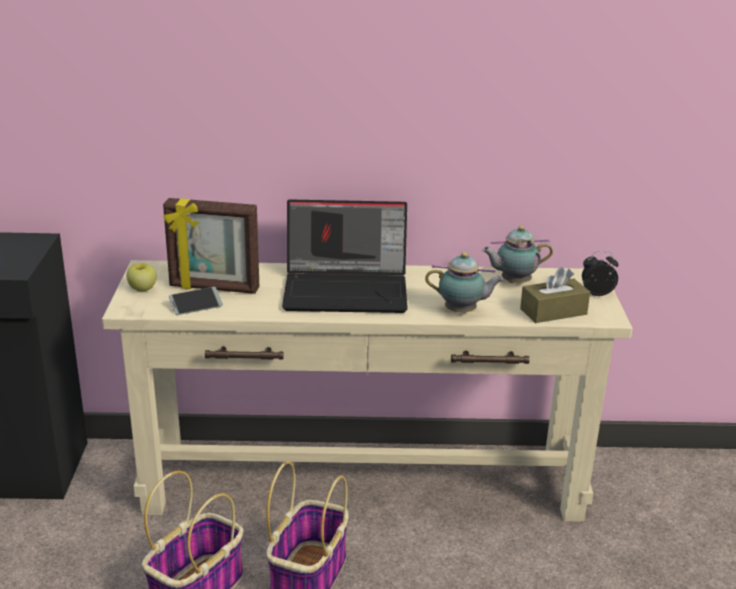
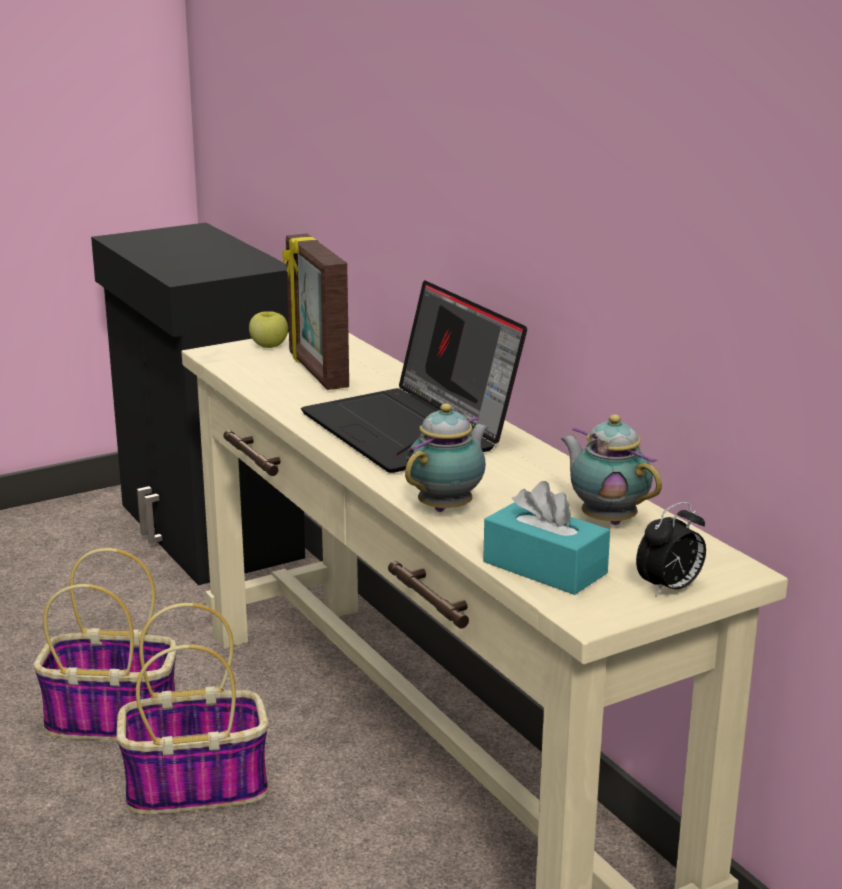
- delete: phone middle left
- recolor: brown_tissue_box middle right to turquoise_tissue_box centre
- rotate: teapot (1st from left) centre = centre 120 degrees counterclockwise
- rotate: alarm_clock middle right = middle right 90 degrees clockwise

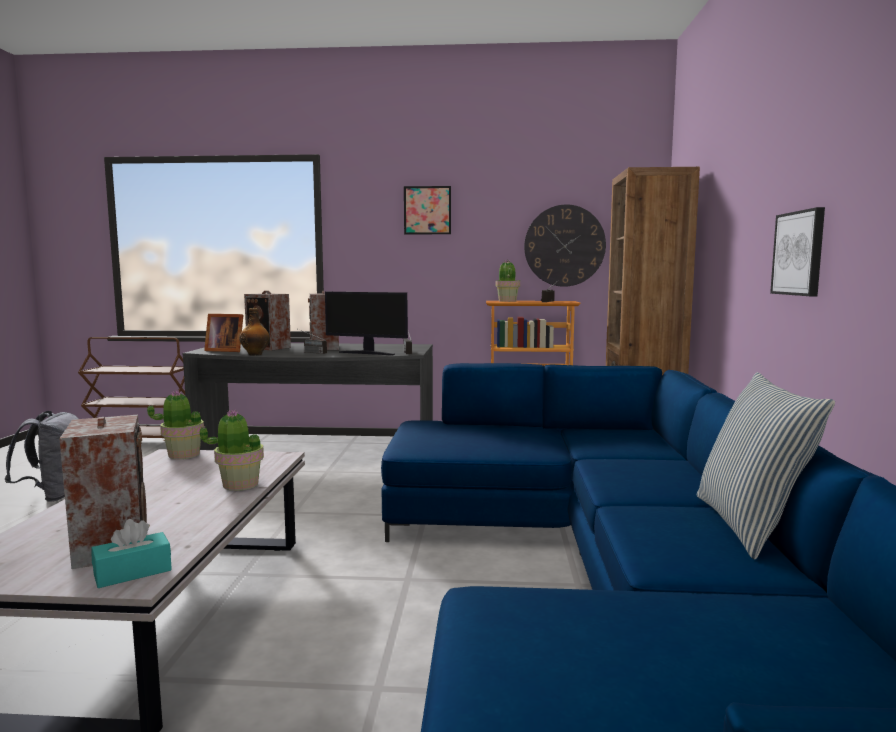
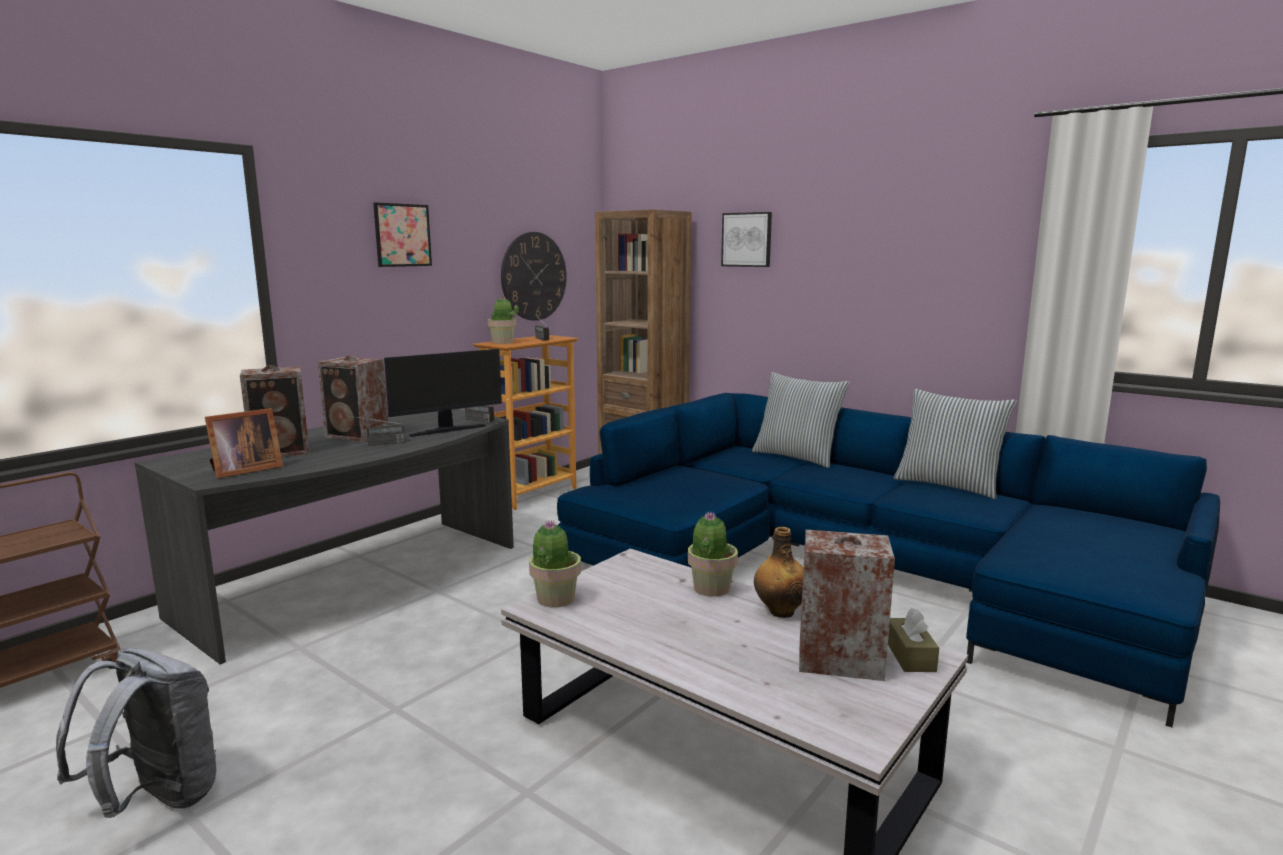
- insert: pillow (1st from left) centre
- move: bottle middle left to bottom centre
- move: picture (2nd from left) middle right to top centre
- recolor: turquoise_tissue_box bottom left to brown_tissue_box bottom right

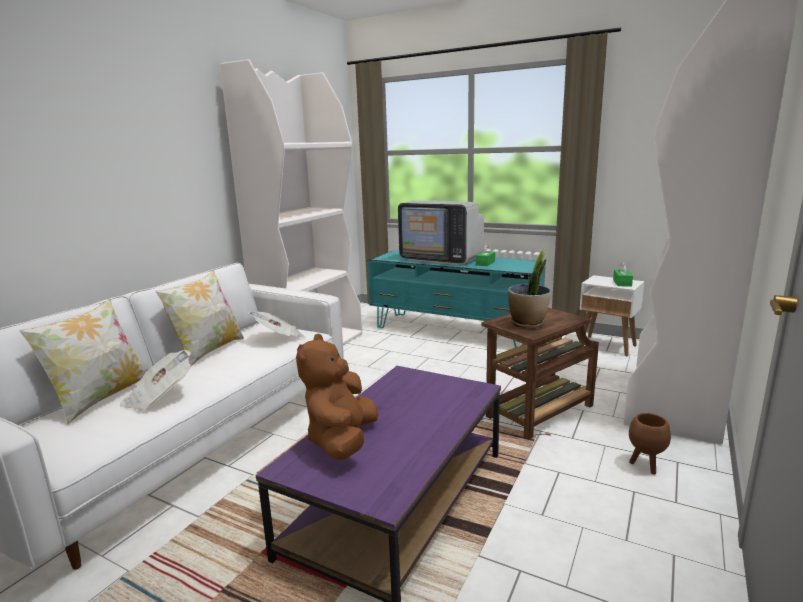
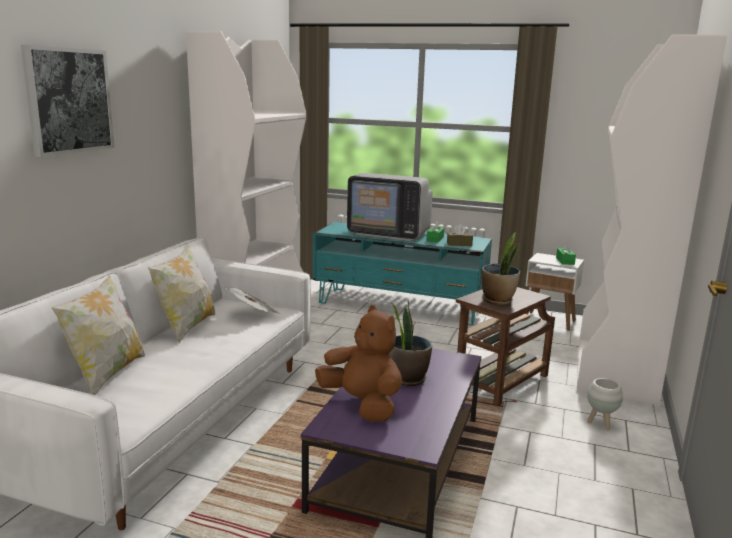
- delete: newspaper (1st from left) middle left
- insert: picture top left
- insert: potted_plant (1st from left) centre
- insert: brown_tissue_box centre
- recolor: brown_planter bottom right to white_planter bottom right
- rotate: brown_plush_toy centre = bottom centre 135 degrees clockwise

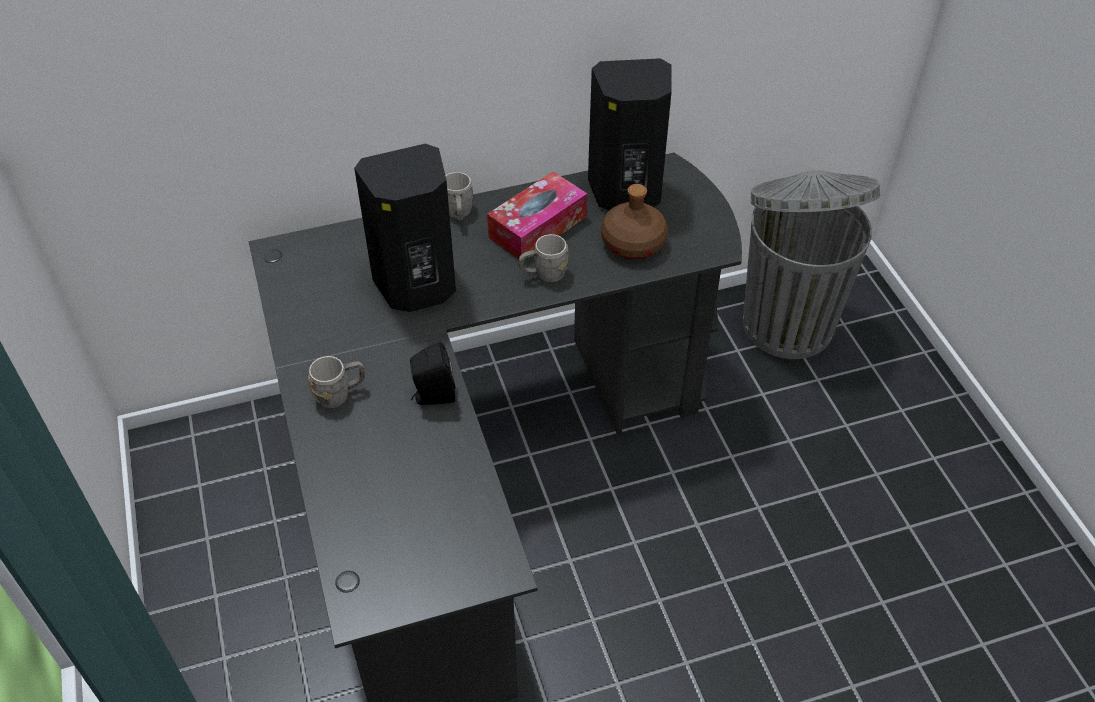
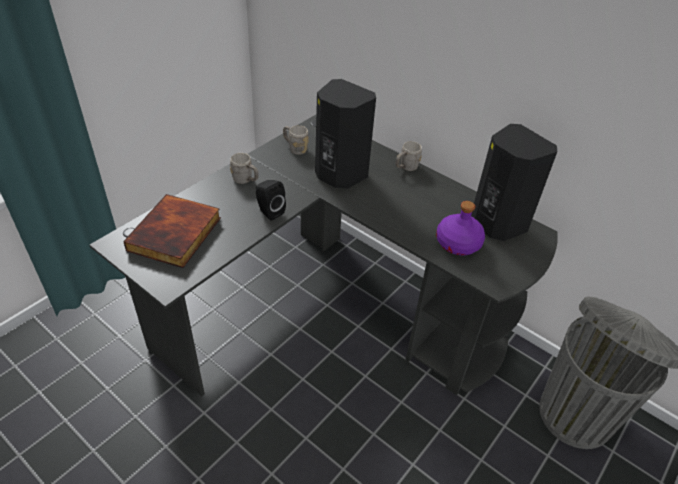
- delete: tissue_box top centre
- insert: book middle left
- move: grey_mug (3rd from left in the first image) centre to grey_mug (2nd from left) top centre
- recolor: brown_bottle top centre to purple_bottle middle right

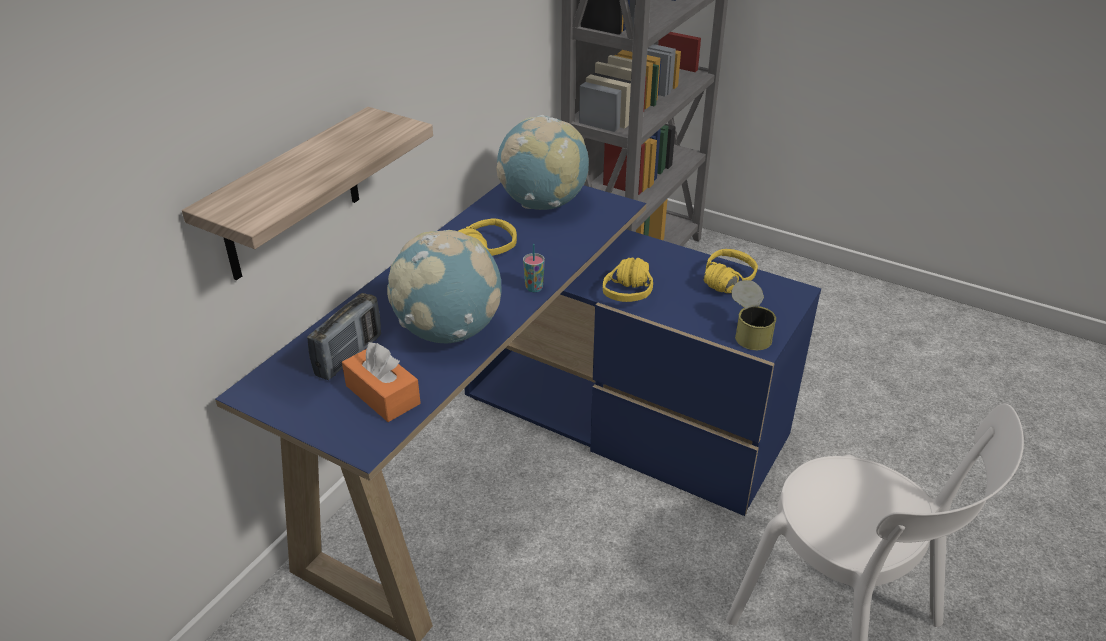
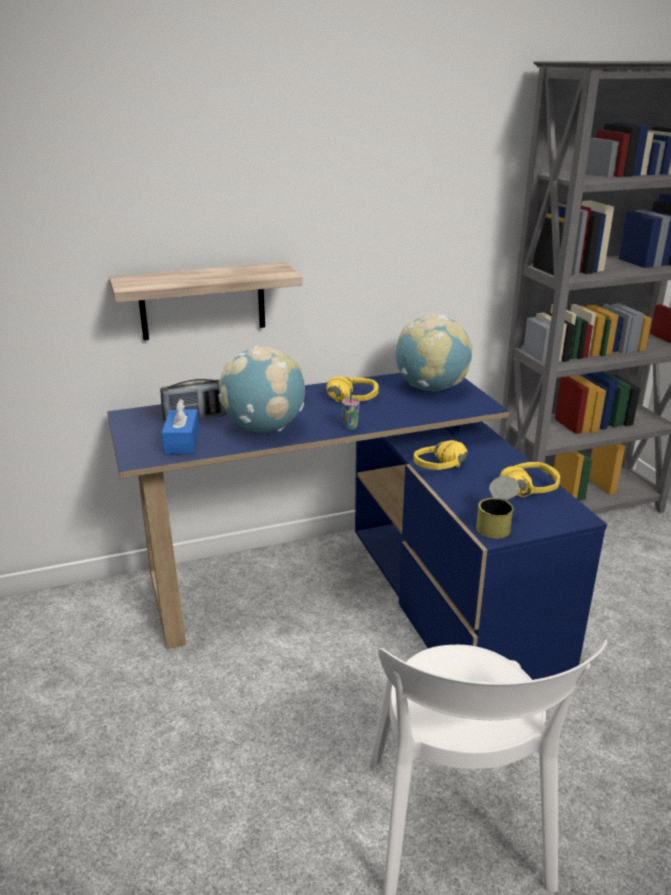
- recolor: orange_tissue_box centre to blue_tissue_box middle left

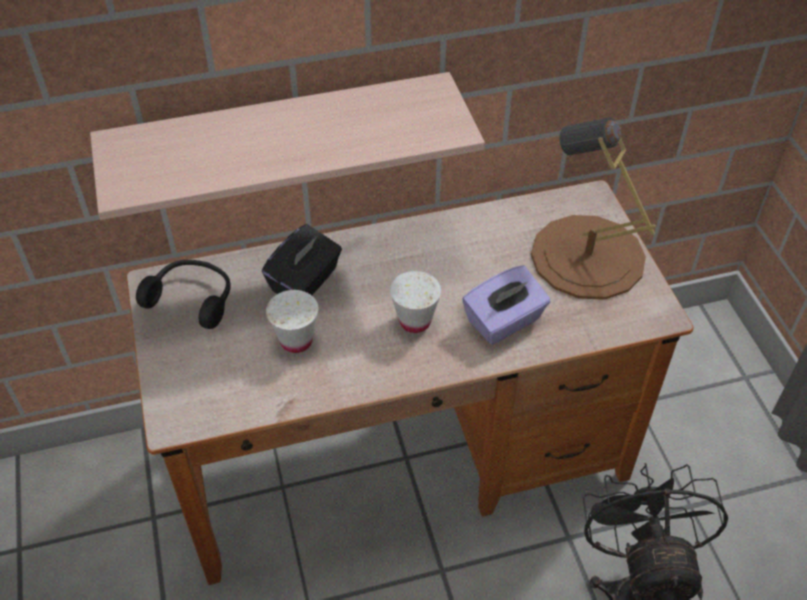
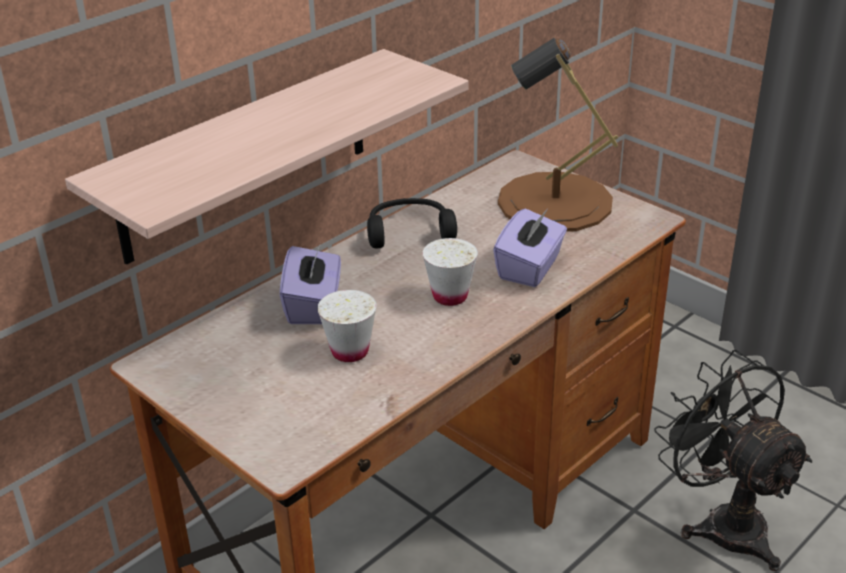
- move: black_headphones middle left to centre
- recolor: black_tissue_box centre to purple_tissue_box (1st from left) centre

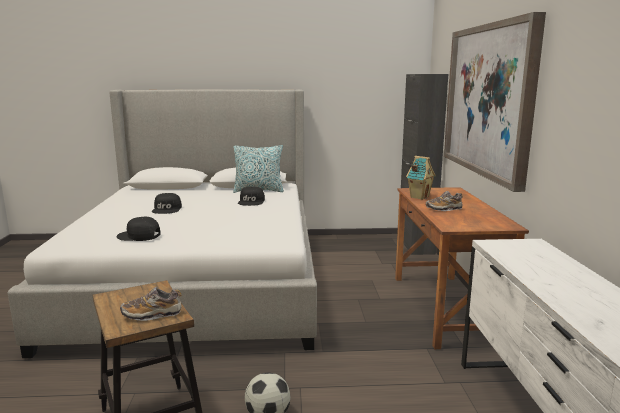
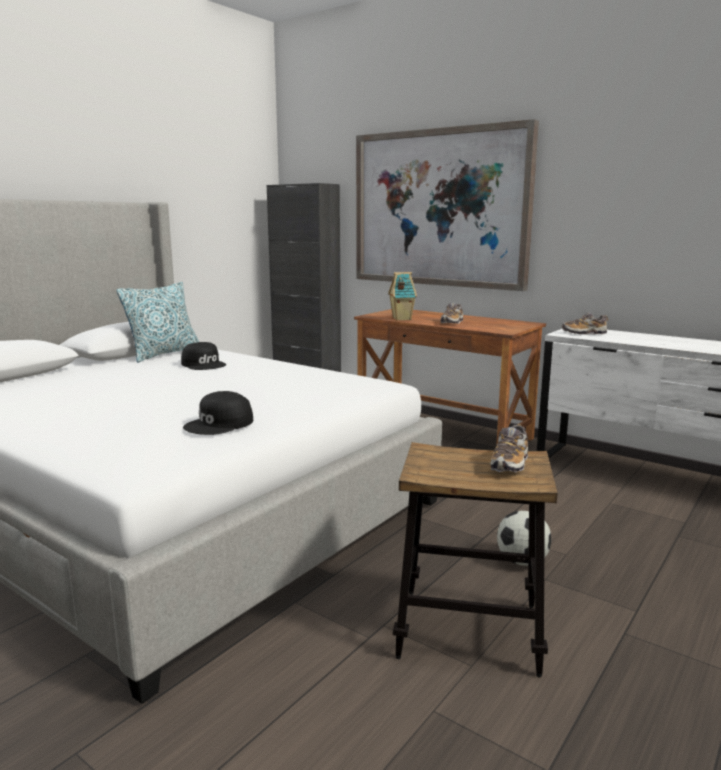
- delete: black_cap (2nd from left) middle left
- insert: shoe (3rd from left) middle right

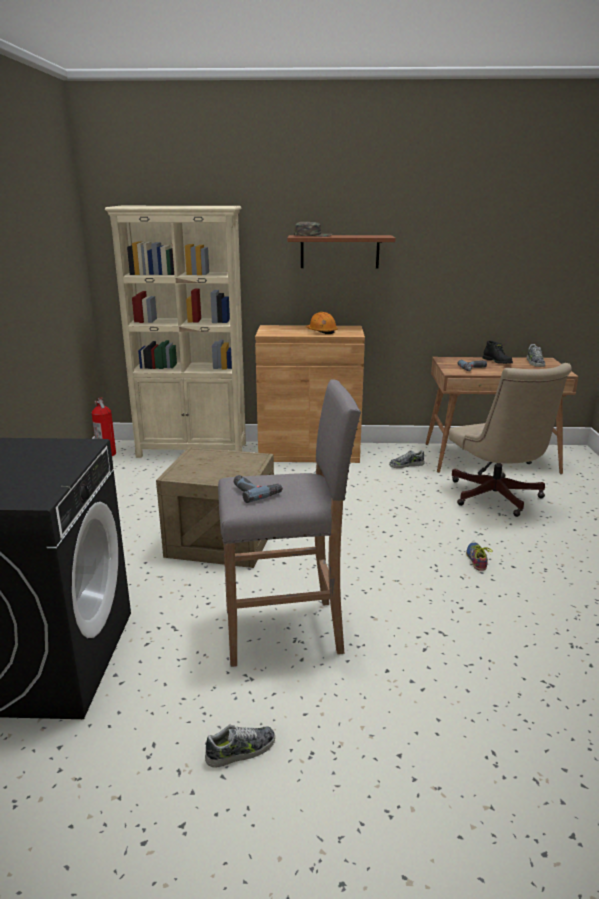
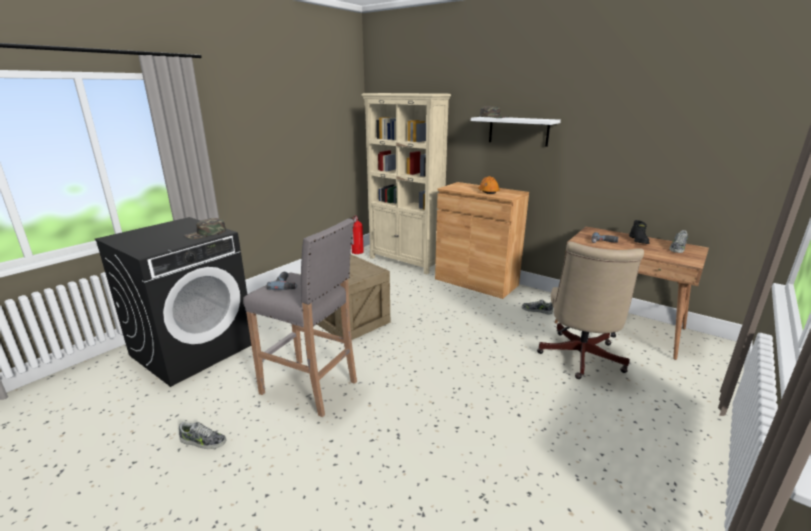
- delete: shoe (3rd from left) middle right
- insert: green_cap (1st from left) middle left
- recolor: brown_shelf top centre to white_shelf top centre

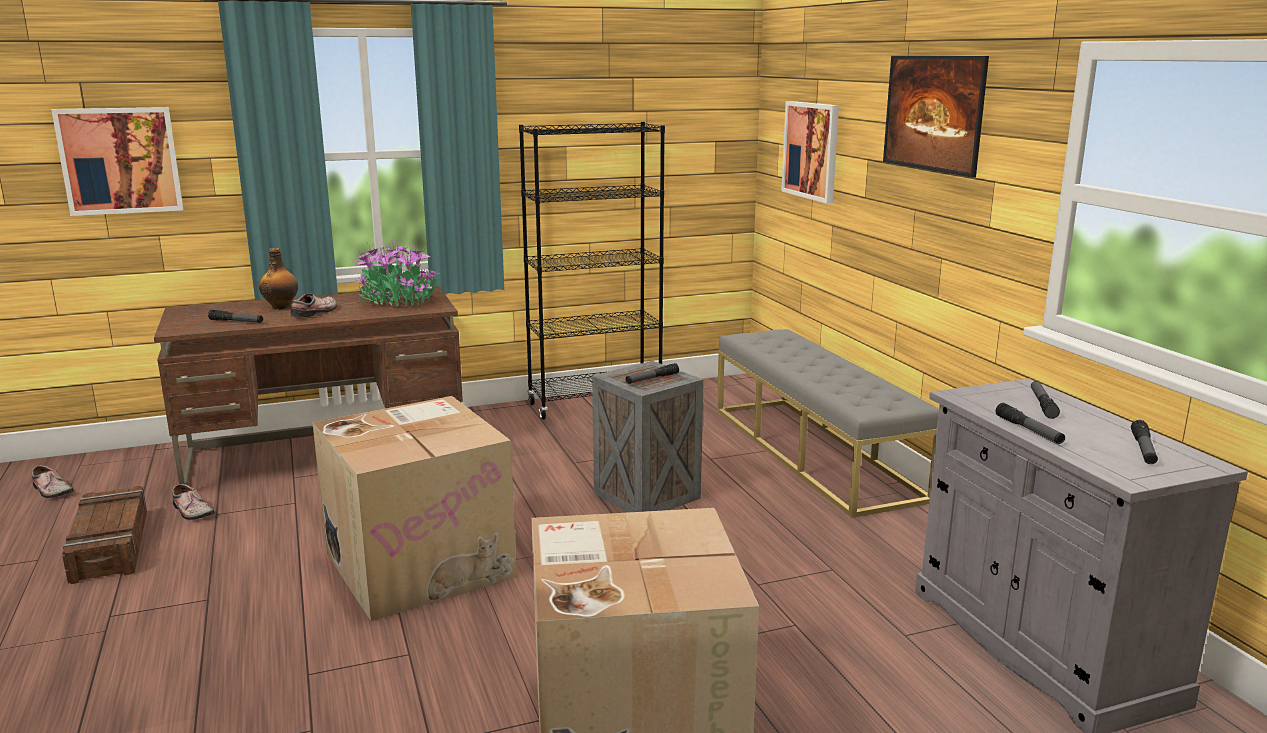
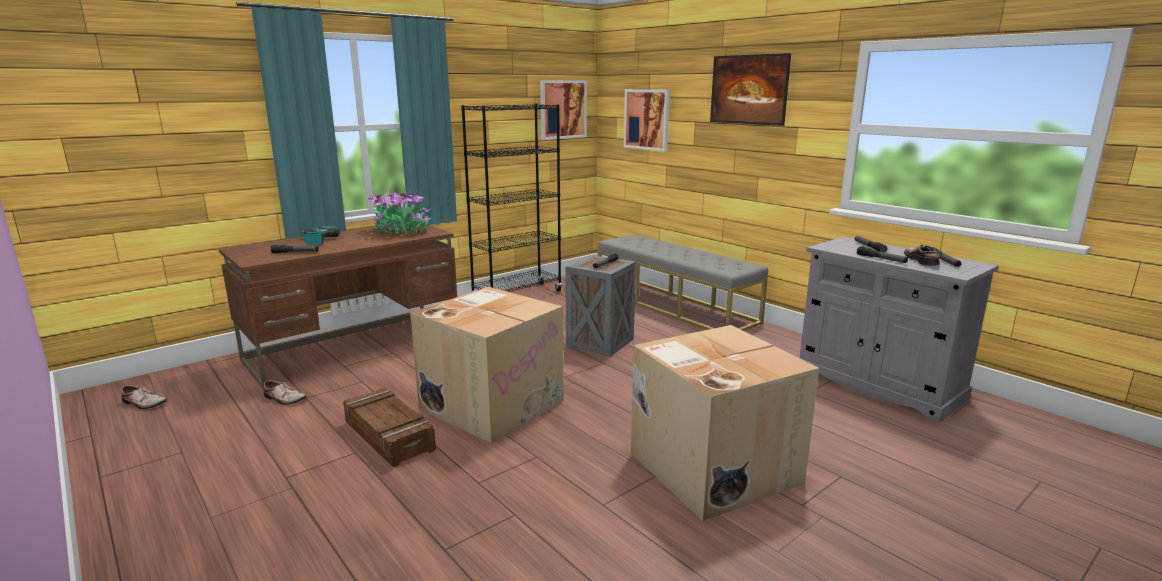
- move: picture (1st from left) top left to top centre
- move: crate (1st from left) bottom left to bottom centre
- move: shoe (3rd from left) middle left to middle right
- replace: bottle middle left to power_drill middle left

